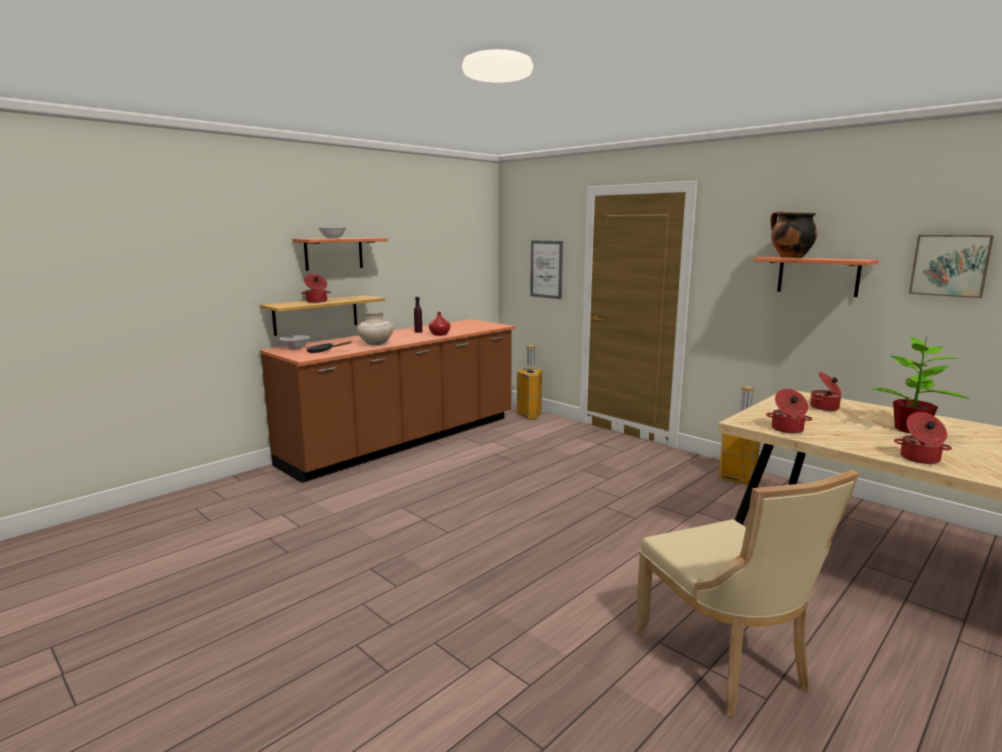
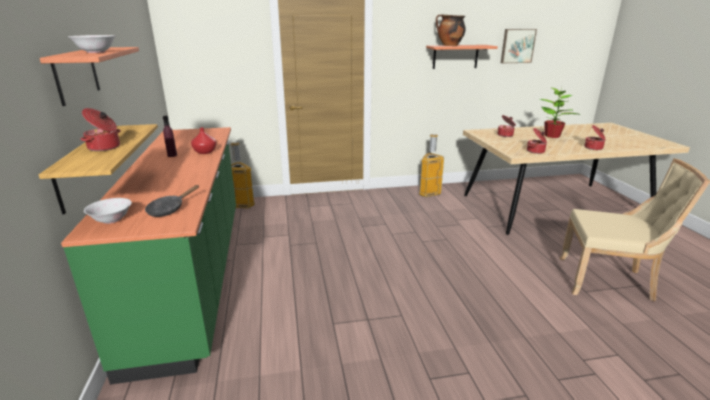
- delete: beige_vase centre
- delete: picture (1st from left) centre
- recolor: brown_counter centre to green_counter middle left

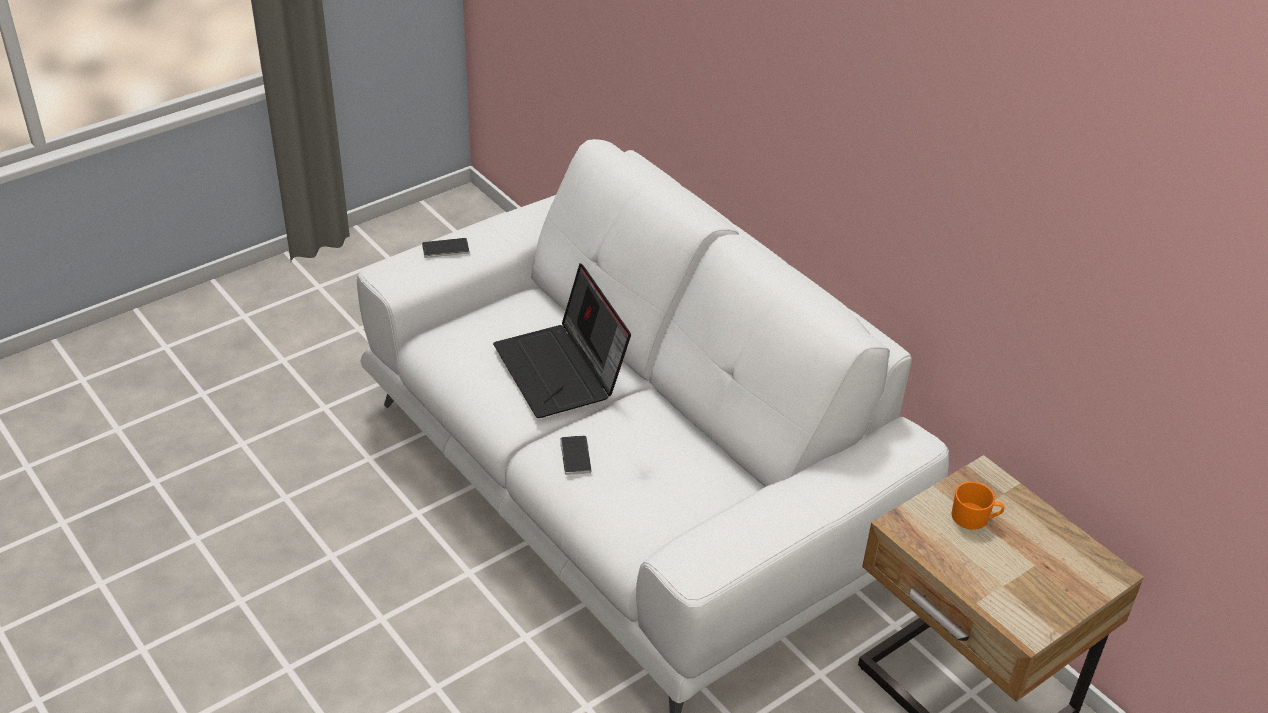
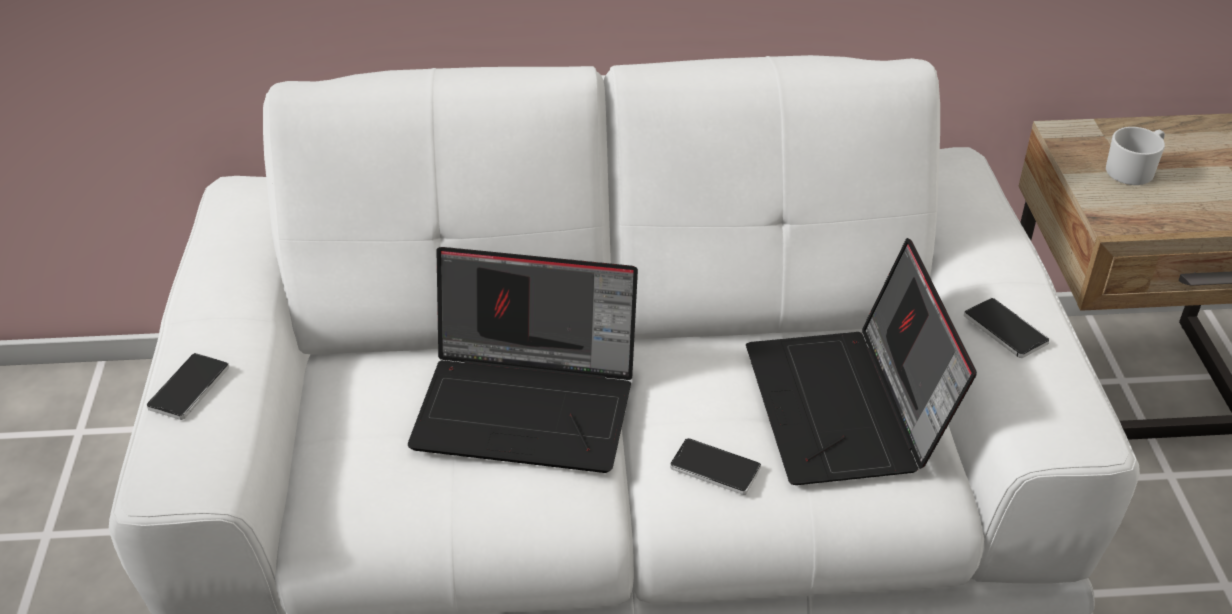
- insert: laptop (2nd from left) middle right
- insert: phone (3rd from left) middle right
- recolor: orange_mug bottom right to white_mug top right

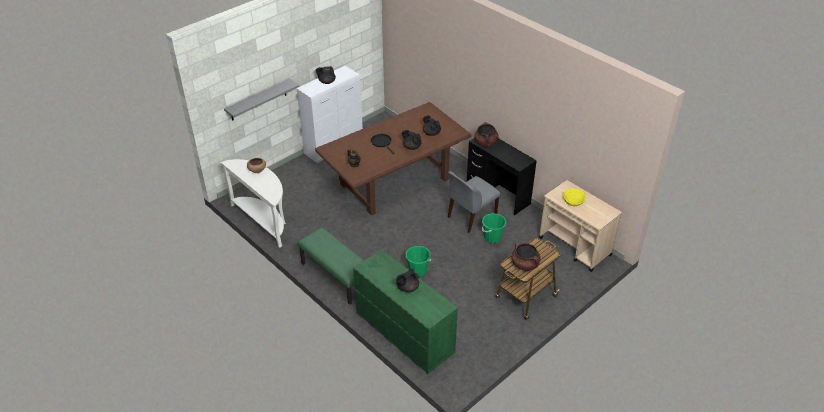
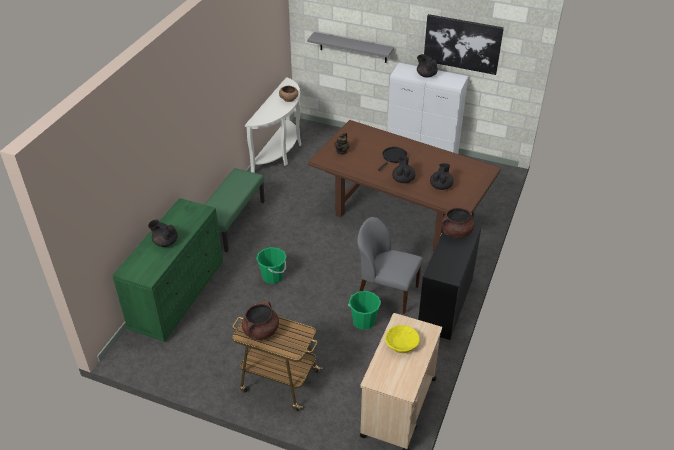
- insert: picture top right

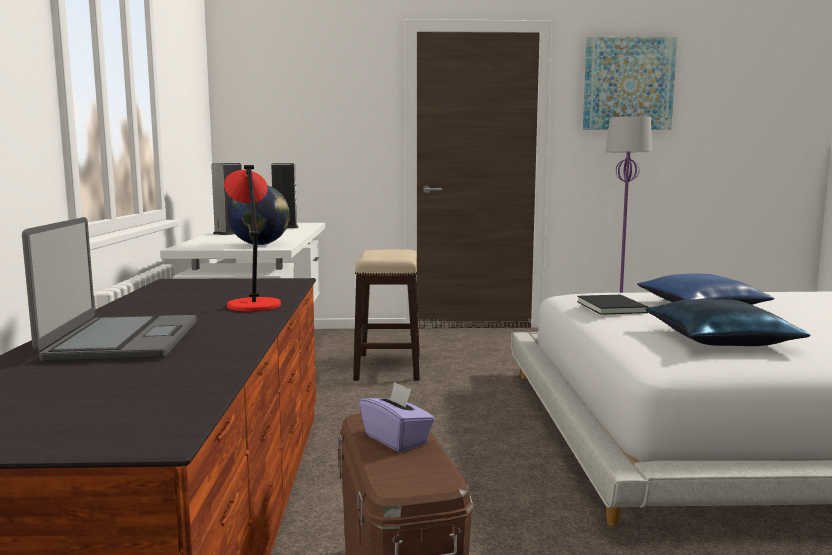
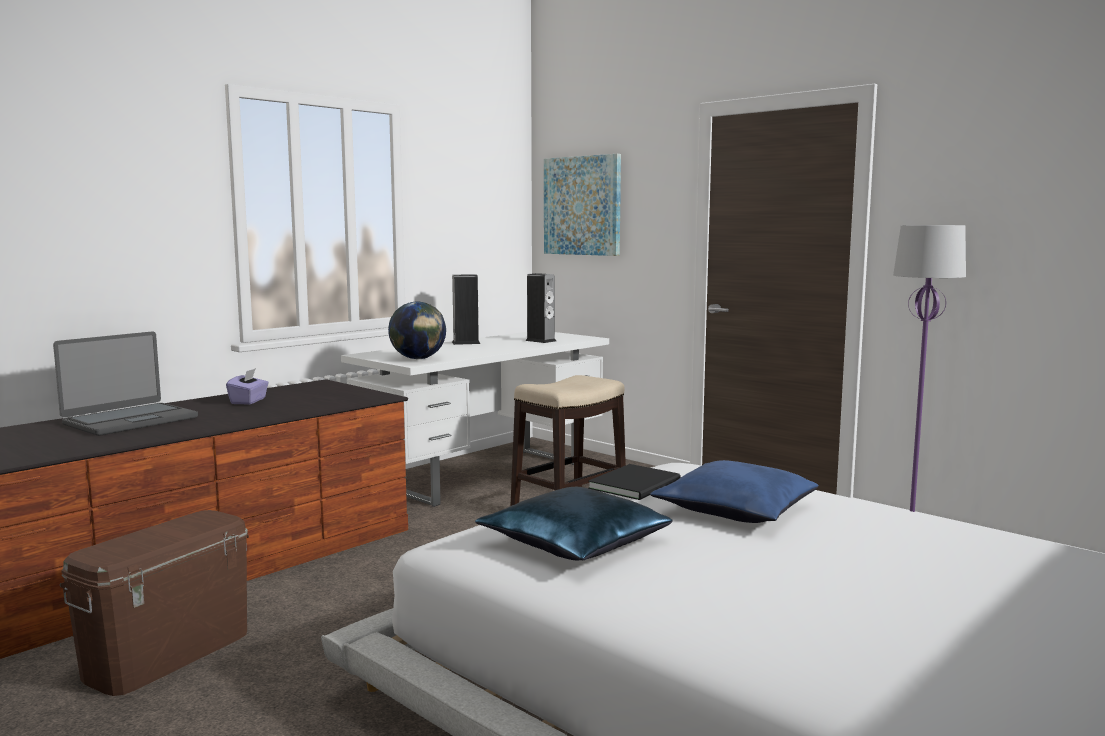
- delete: red_table_lamp middle left
- move: purple_tissue_box bottom centre to middle left
- move: picture top right to top centre

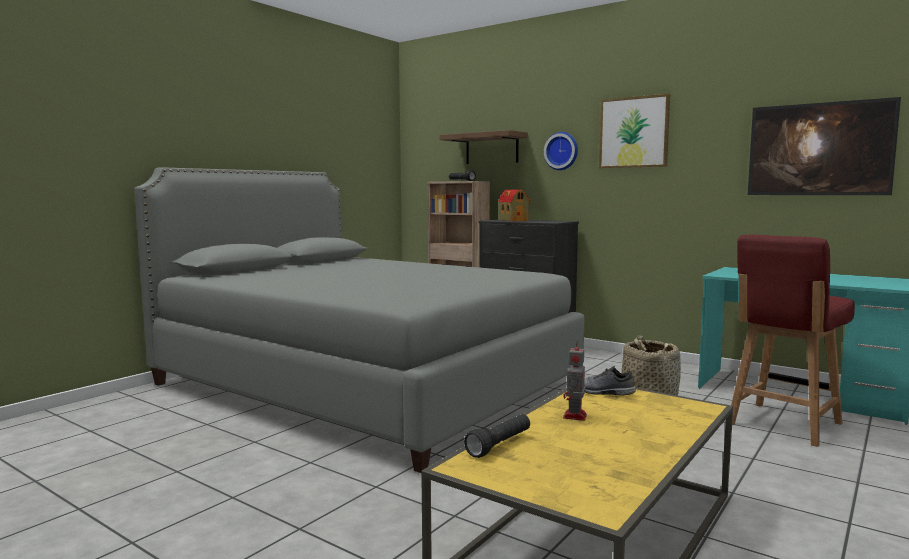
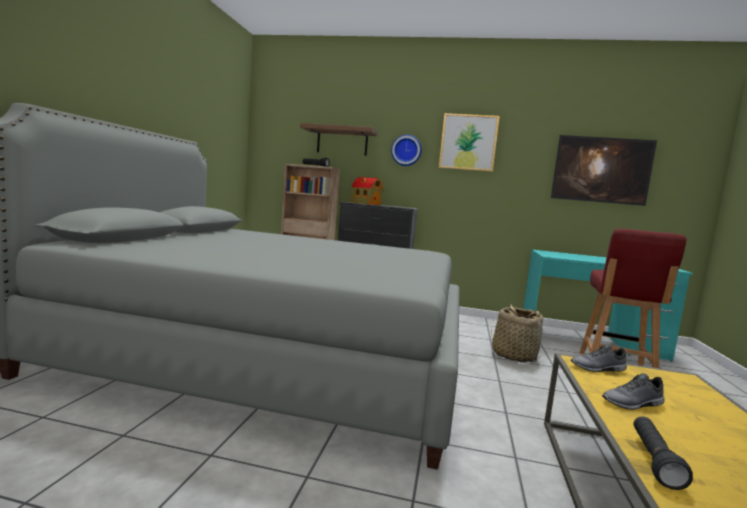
- replace: toy_robot bottom centre to grey_shoe (2nd from left) bottom right

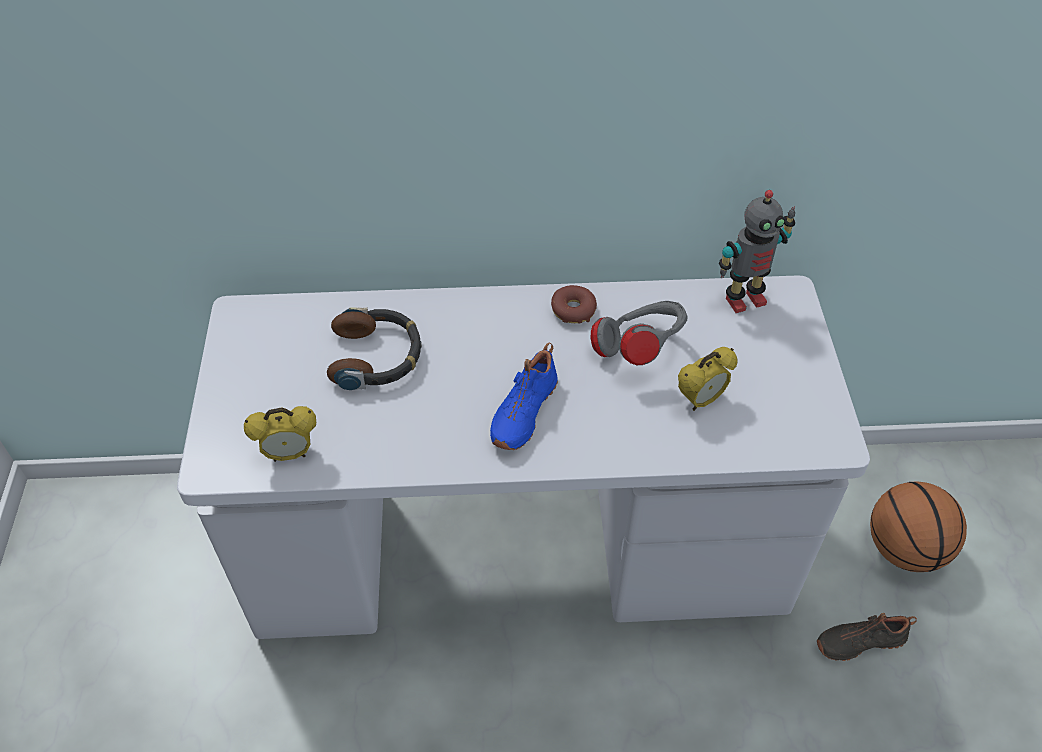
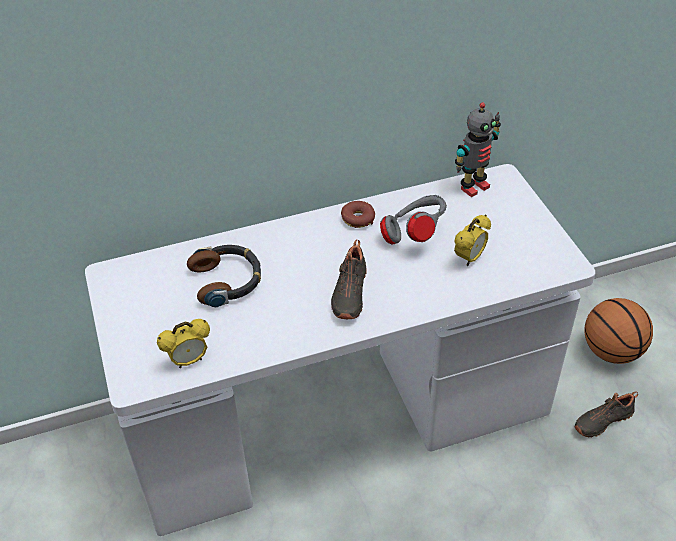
- recolor: blue_shoe centre to black_shoe (1st from left) centre

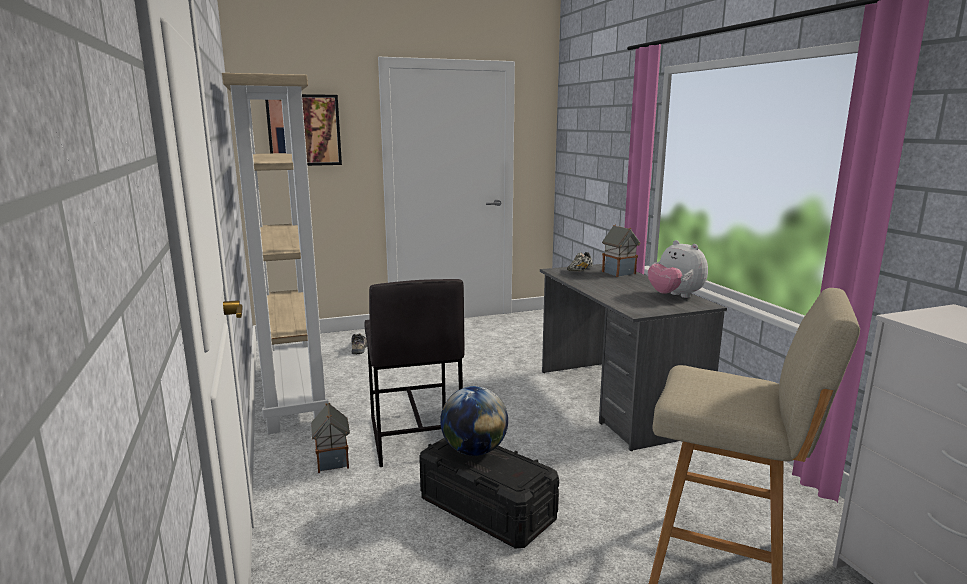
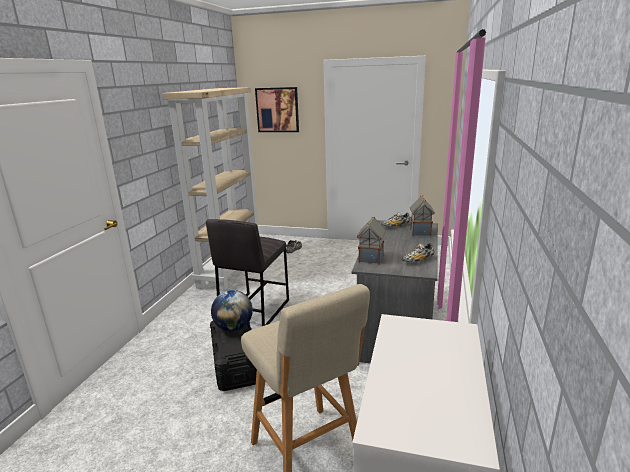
- move: toy_house (1st from left) bottom centre to centre
- replace: plush_toy middle right to shoe (3rd from left) centre

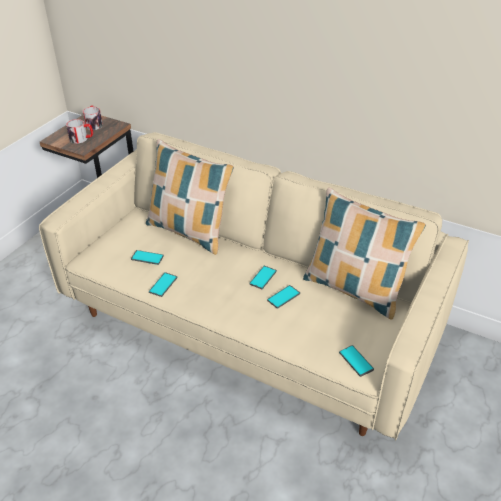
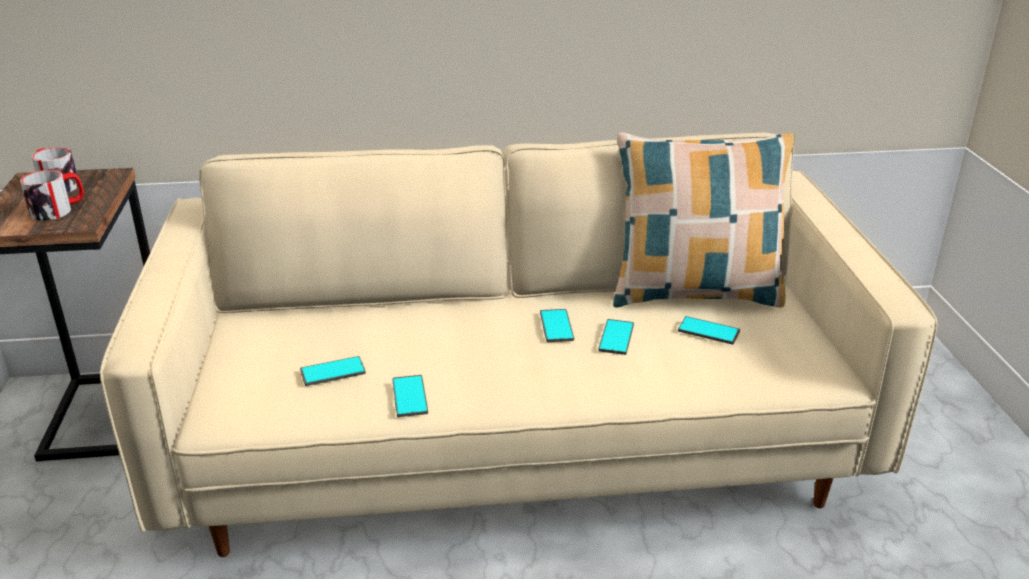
- delete: pillow (1st from left) centre
- move: phone (5th from left) bottom right to middle right

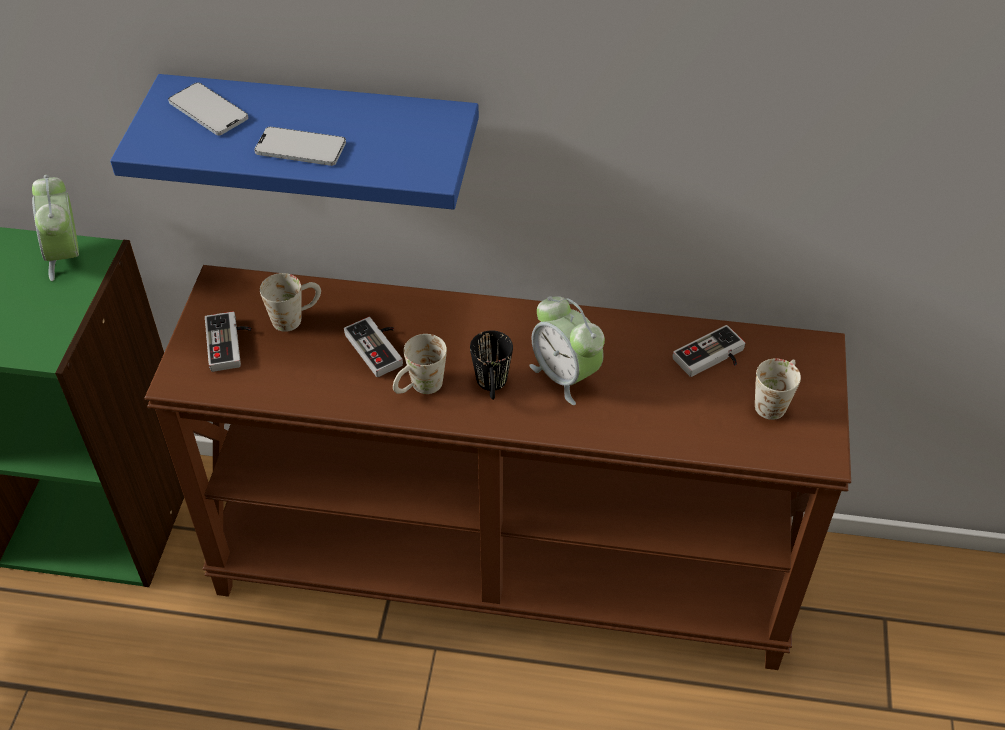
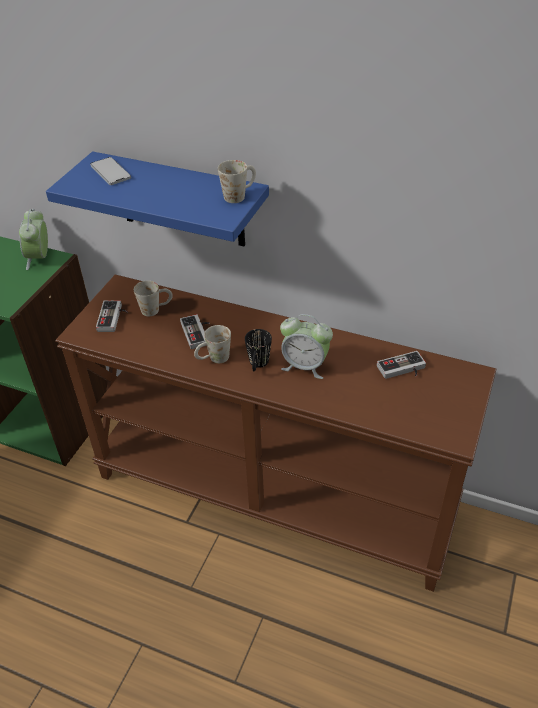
- delete: phone (2nd from left) top left
- move: white_mug (3rd from left) middle right to top centre
- rotate: alarm_clock (2nd from left) centre = centre 45 degrees counterclockwise

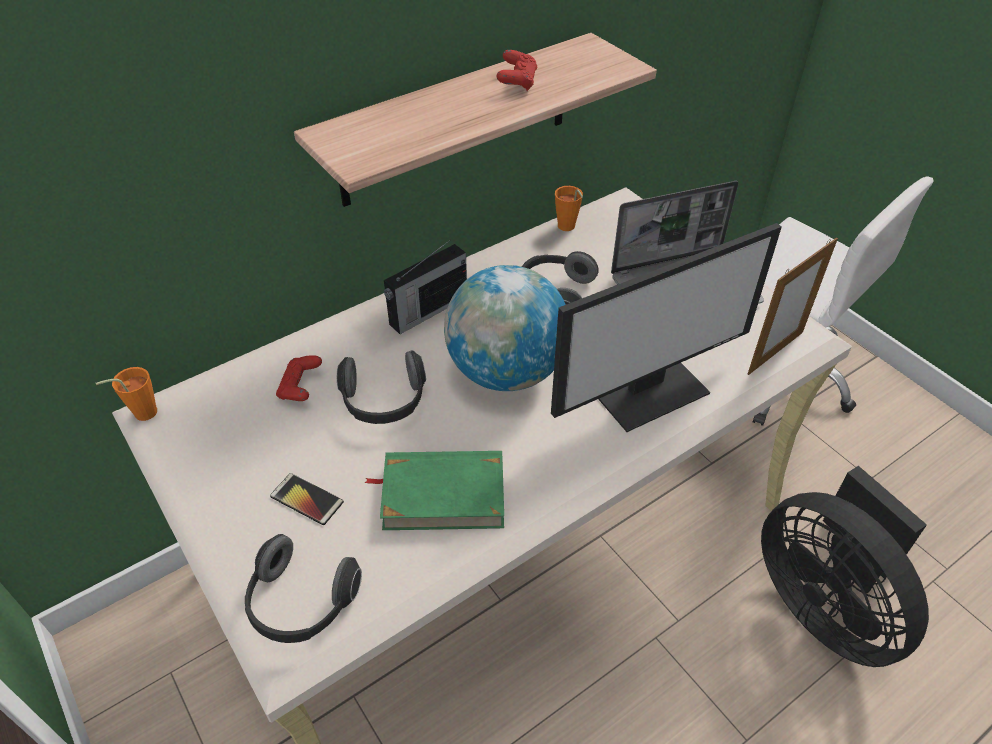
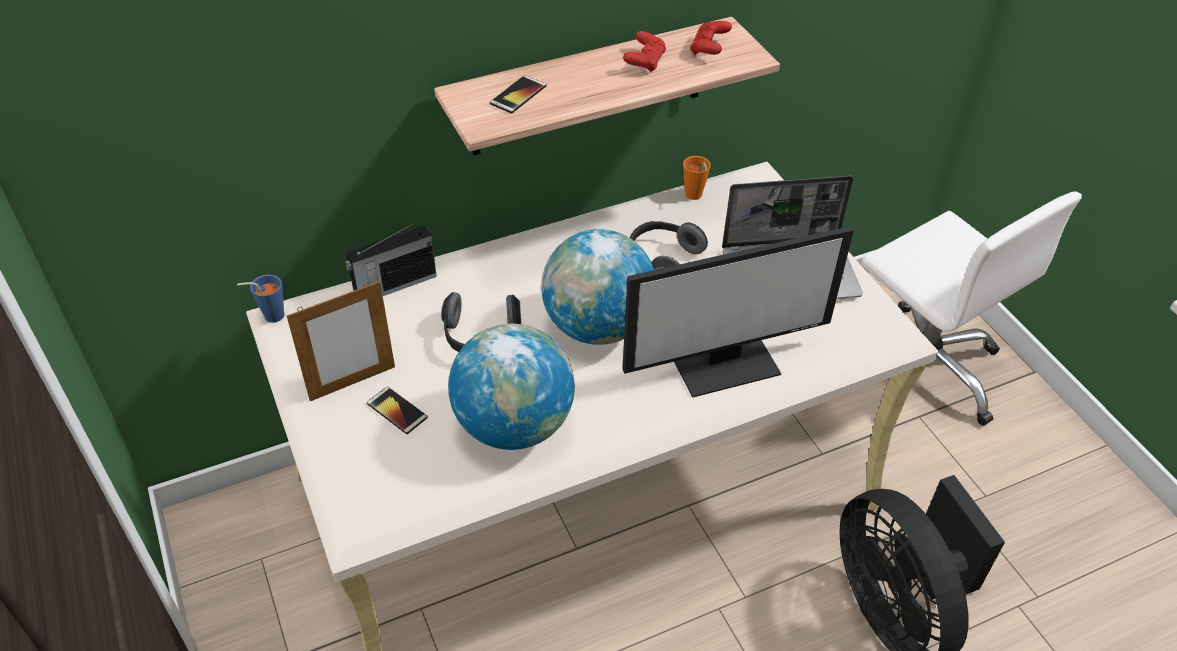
- delete: headphones (1st from left) bottom left
- insert: phone (2nd from left) top centre
- move: red_game_controller (1st from left in the first image) middle left to red_game_controller (2nd from left) top centre
- move: radio centre to middle left
- move: picture_frame middle right to middle left
- replace: green_book centre to globe (1st from left) centre
- recolor: orange_cup (1st from left) middle left to blue_cup middle left

